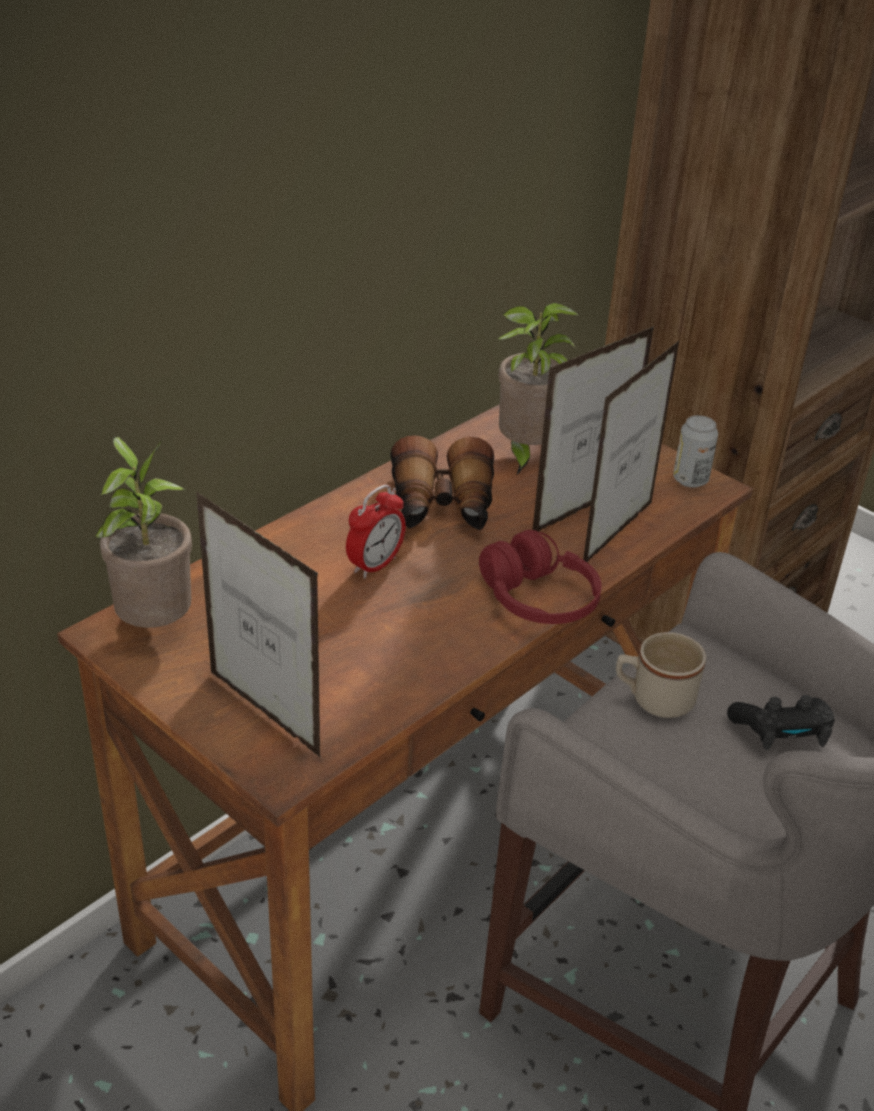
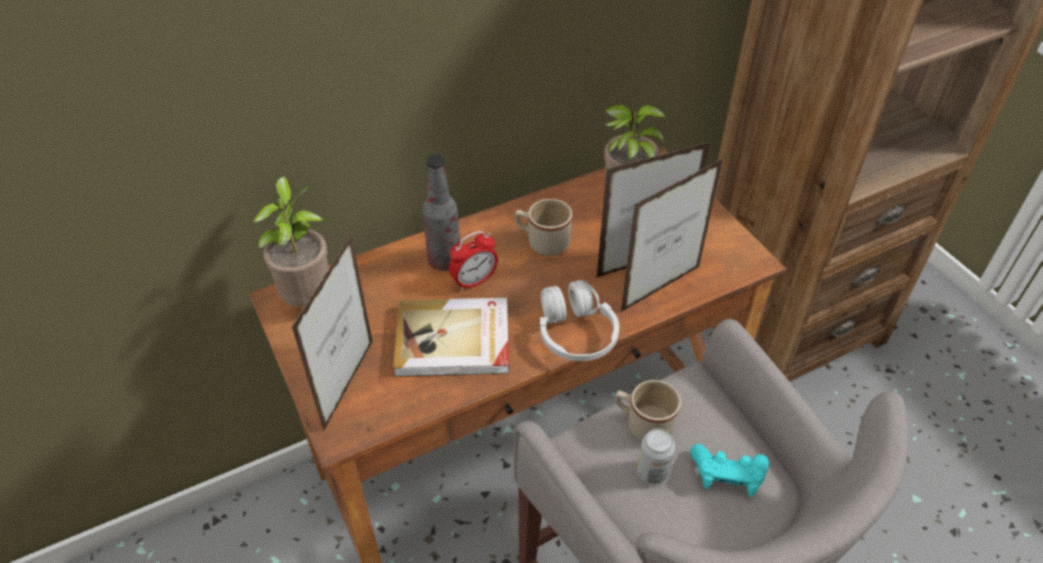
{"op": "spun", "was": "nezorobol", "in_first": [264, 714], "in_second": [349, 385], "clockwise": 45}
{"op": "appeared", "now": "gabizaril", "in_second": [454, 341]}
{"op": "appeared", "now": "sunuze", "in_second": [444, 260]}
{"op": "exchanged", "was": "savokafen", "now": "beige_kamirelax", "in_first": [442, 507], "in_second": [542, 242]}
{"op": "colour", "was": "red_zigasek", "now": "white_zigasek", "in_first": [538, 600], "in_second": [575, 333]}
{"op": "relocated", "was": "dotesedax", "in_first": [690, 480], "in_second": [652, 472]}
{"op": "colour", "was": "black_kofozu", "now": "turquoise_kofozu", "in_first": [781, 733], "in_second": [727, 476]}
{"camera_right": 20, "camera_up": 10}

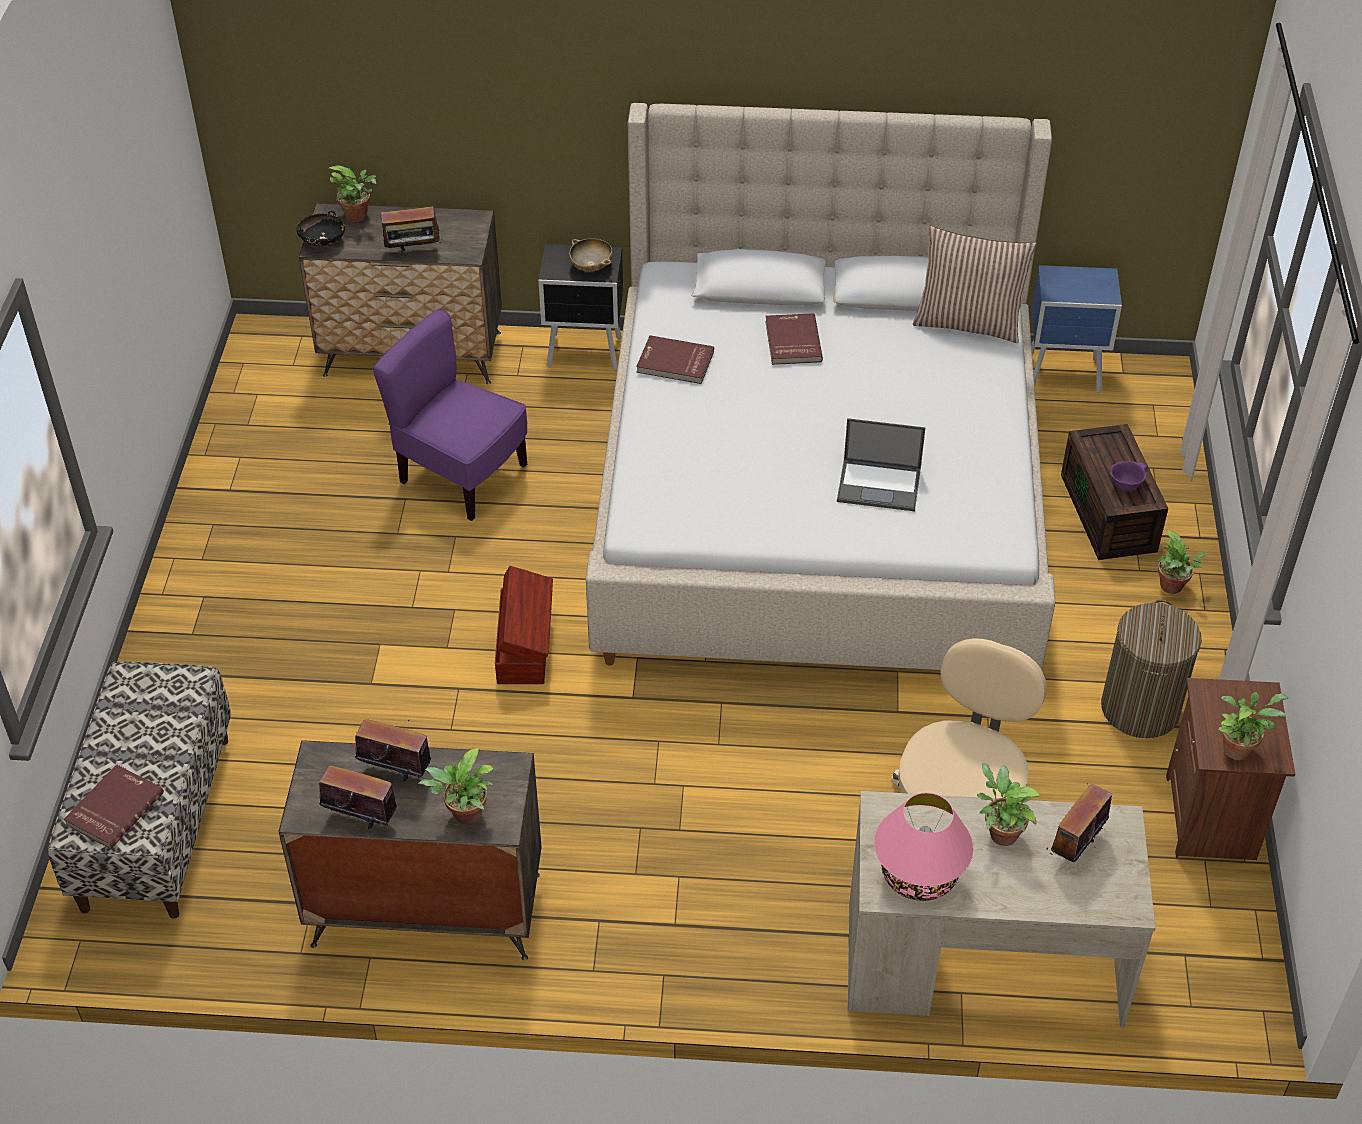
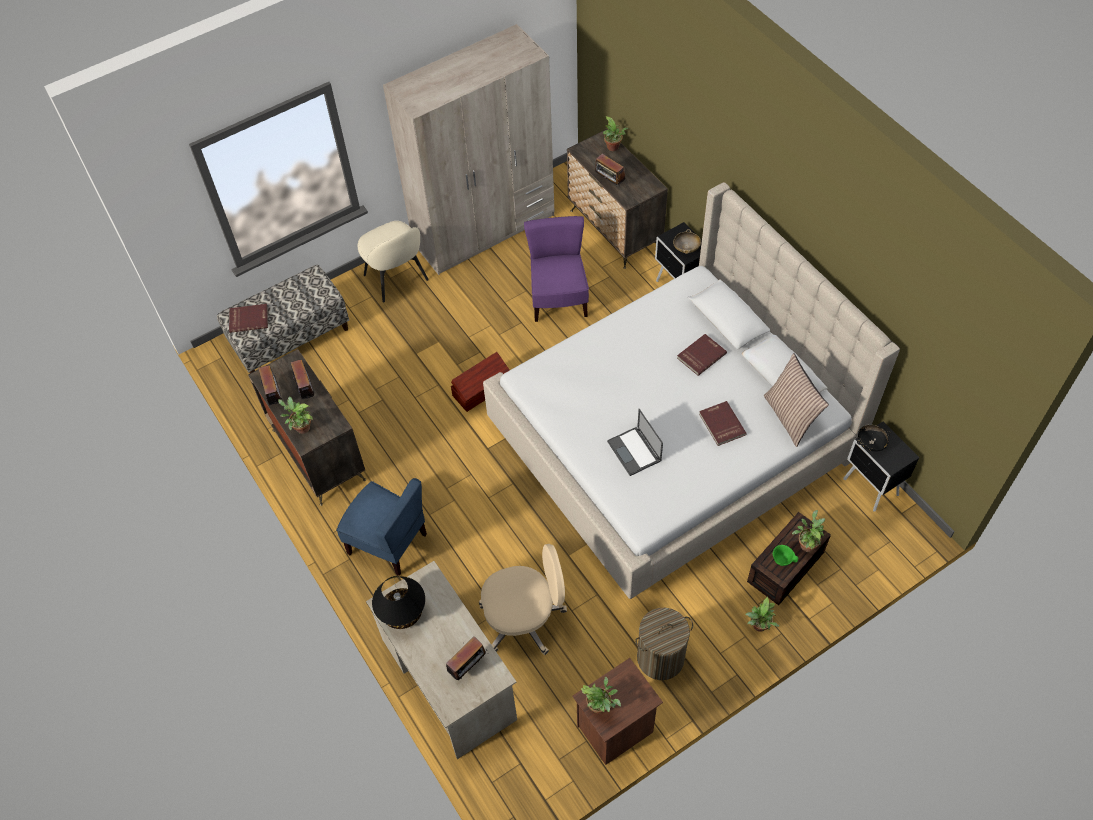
{"op": "appeared", "now": "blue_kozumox", "in_second": [388, 543]}
{"op": "appeared", "now": "beige_kozumox", "in_second": [396, 279]}
{"op": "colour", "was": "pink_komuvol", "now": "black_komuvol", "in_first": [919, 875], "in_second": [402, 612]}
{"op": "appeared", "now": "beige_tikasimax", "in_second": [484, 229]}
{"op": "spun", "was": "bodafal", "in_first": [1075, 846], "in_second": [468, 666], "clockwise": 135}
{"op": "relocated", "was": "red_gabizaril", "in_first": [675, 363], "in_second": [721, 424]}
{"op": "colour", "was": "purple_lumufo", "now": "green_lumufo", "in_first": [1125, 485], "in_second": [782, 560]}
{"op": "relocated", "was": "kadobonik", "in_first": [999, 833], "in_second": [806, 544]}
{"op": "colour", "was": "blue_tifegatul", "now": "black_tifegatul", "in_first": [1065, 375], "in_second": [871, 488]}
{"op": "relocated", "was": "black_lumufo", "in_first": [323, 241], "in_second": [871, 443]}
{"camera_right": 55, "camera_up": 10}

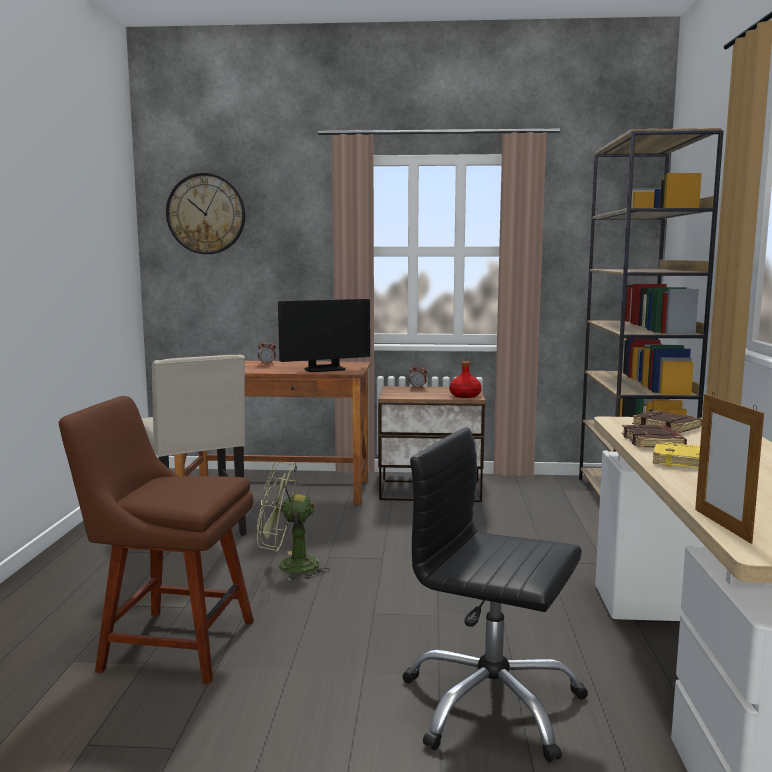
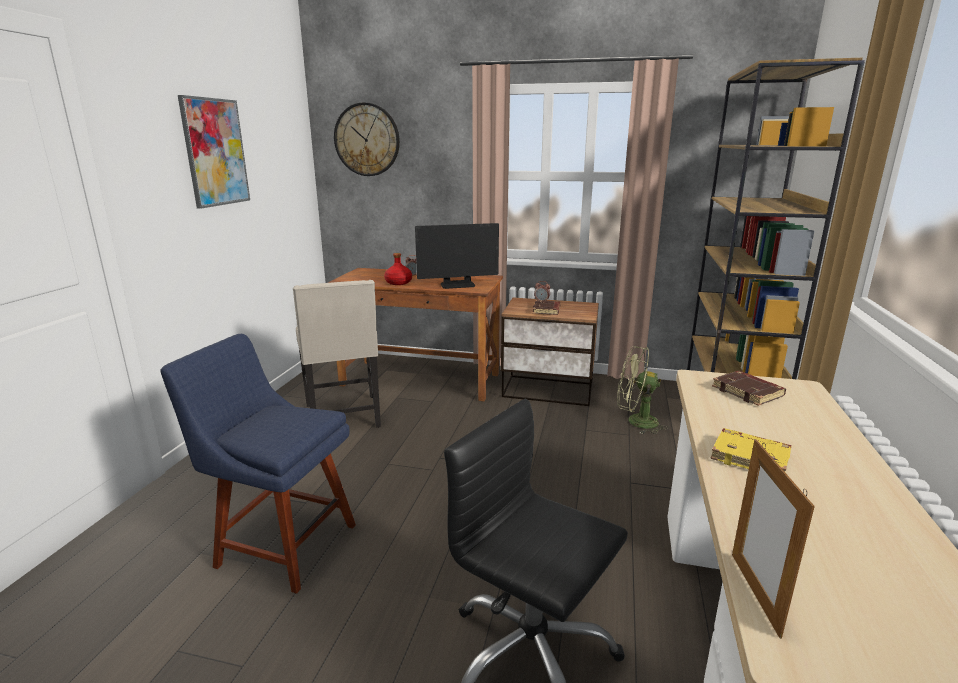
{"op": "colour", "was": "brown_kozumox", "now": "blue_kozumox", "in_first": [171, 644], "in_second": [281, 543]}
{"op": "appeared", "now": "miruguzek", "in_second": [215, 152]}
{"op": "relocated", "was": "red_sunuze", "in_first": [465, 395], "in_second": [398, 282]}
{"op": "relocated", "was": "brown_gabizaril", "in_first": [653, 442], "in_second": [547, 310]}
{"op": "relocated", "was": "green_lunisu", "in_first": [288, 566], "in_second": [635, 422]}
{"camera_right": 10, "camera_up": 10}

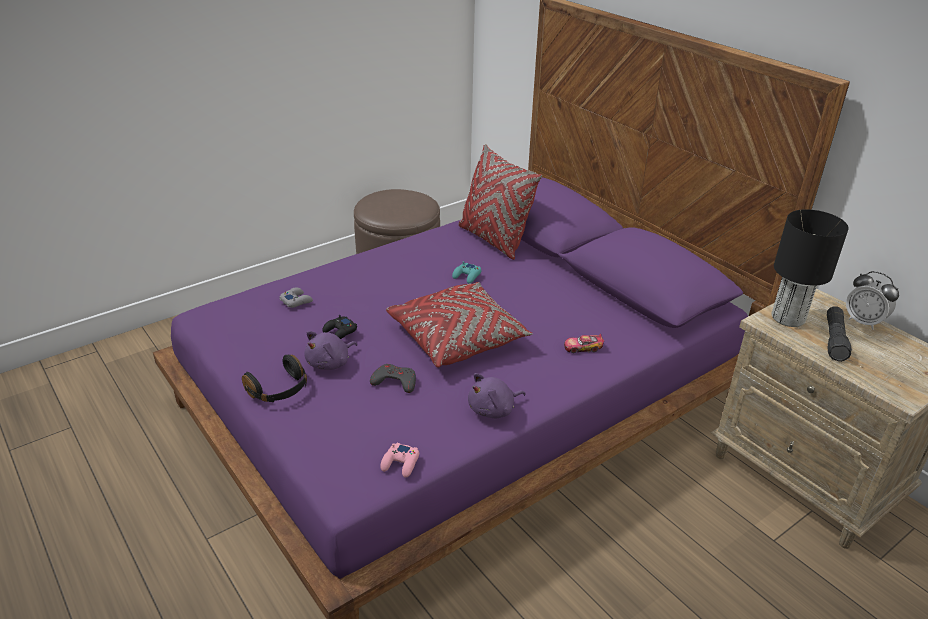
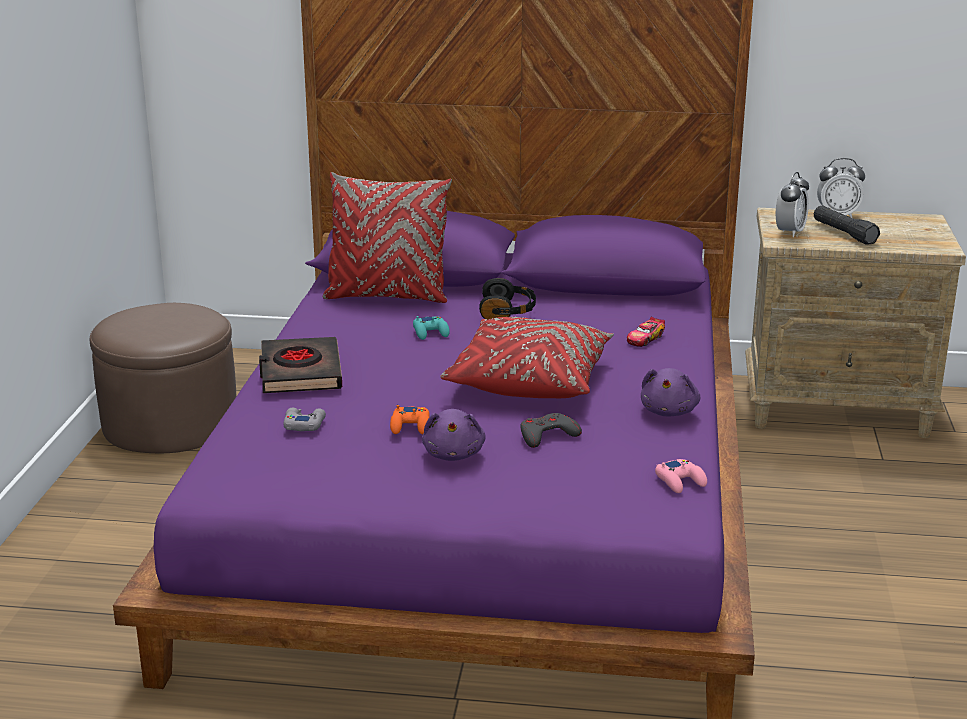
{"op": "appeared", "now": "black_gabizaril", "in_second": [300, 373]}
{"op": "colour", "was": "black_kofozu", "now": "orange_kofozu", "in_first": [340, 332], "in_second": [411, 426]}
{"op": "relocated", "was": "black_zigasek", "in_first": [279, 390], "in_second": [508, 312]}
{"op": "exchanged", "was": "black_komuvol", "now": "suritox", "in_first": [788, 317], "in_second": [789, 232]}
{"camera_right": -45, "camera_up": -10}

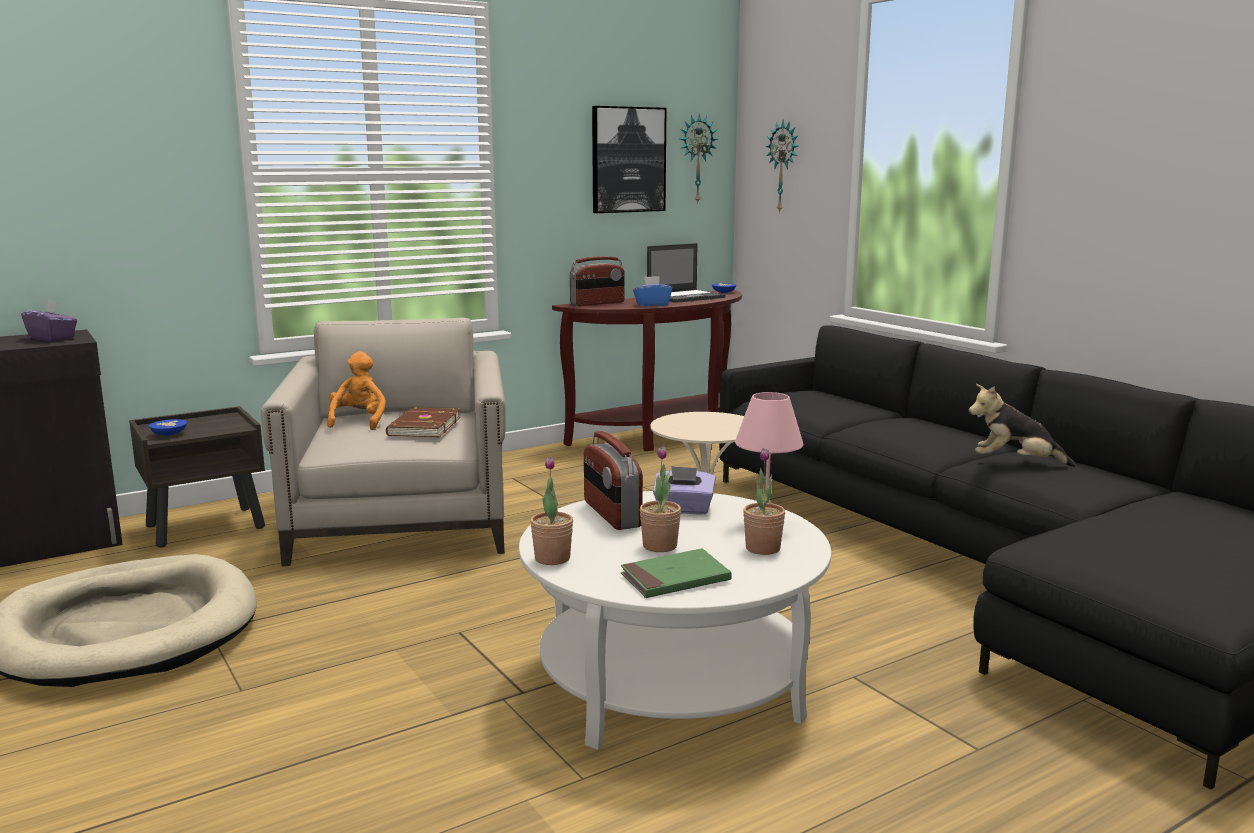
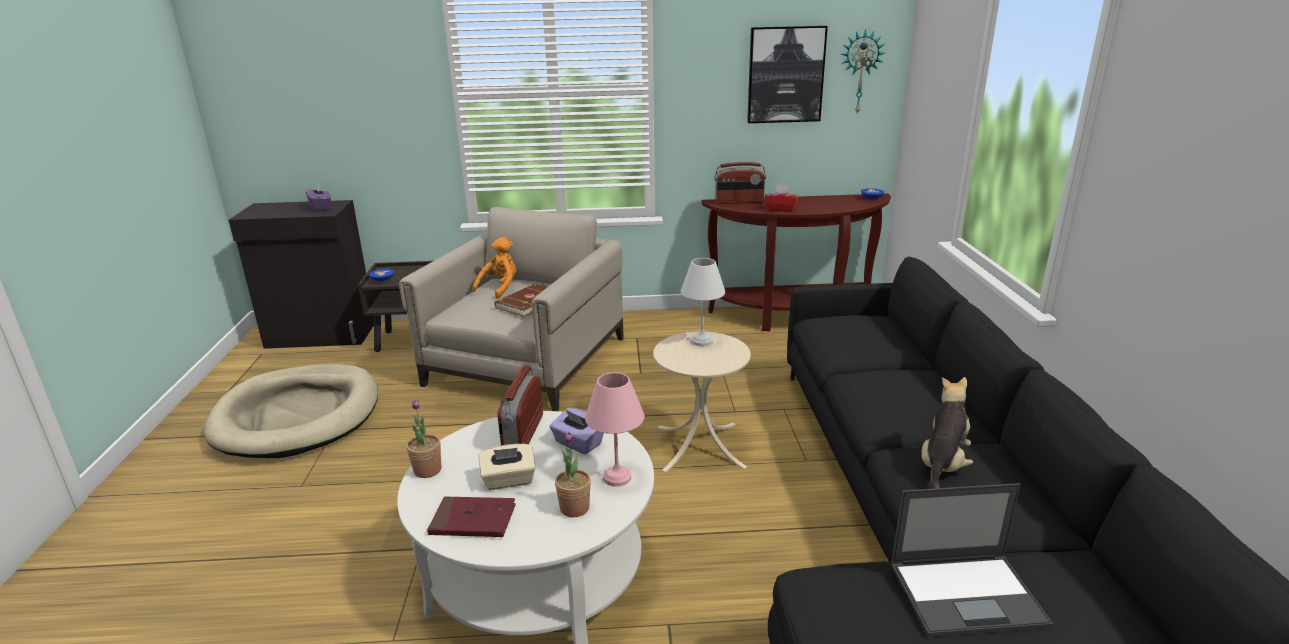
{"op": "colour", "was": "green_gabizaril", "now": "red_gabizaril", "in_first": [675, 578], "in_second": [473, 520]}
{"op": "exchanged", "was": "kadobonik", "now": "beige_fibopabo", "in_first": [660, 546], "in_second": [509, 480]}
{"op": "appeared", "now": "white_komuvol", "in_second": [701, 341]}
{"op": "colour", "was": "blue_fibopabo", "now": "red_fibopabo", "in_first": [652, 304], "in_second": [781, 209]}
{"op": "relocated", "was": "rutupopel", "in_first": [686, 297], "in_second": [968, 594]}
{"op": "spun", "was": "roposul", "in_first": [1015, 463], "in_second": [942, 465], "clockwise": 75}
{"op": "missing", "was": "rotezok", "in_first": [784, 166]}
{"camera_right": 30, "camera_up": 10}

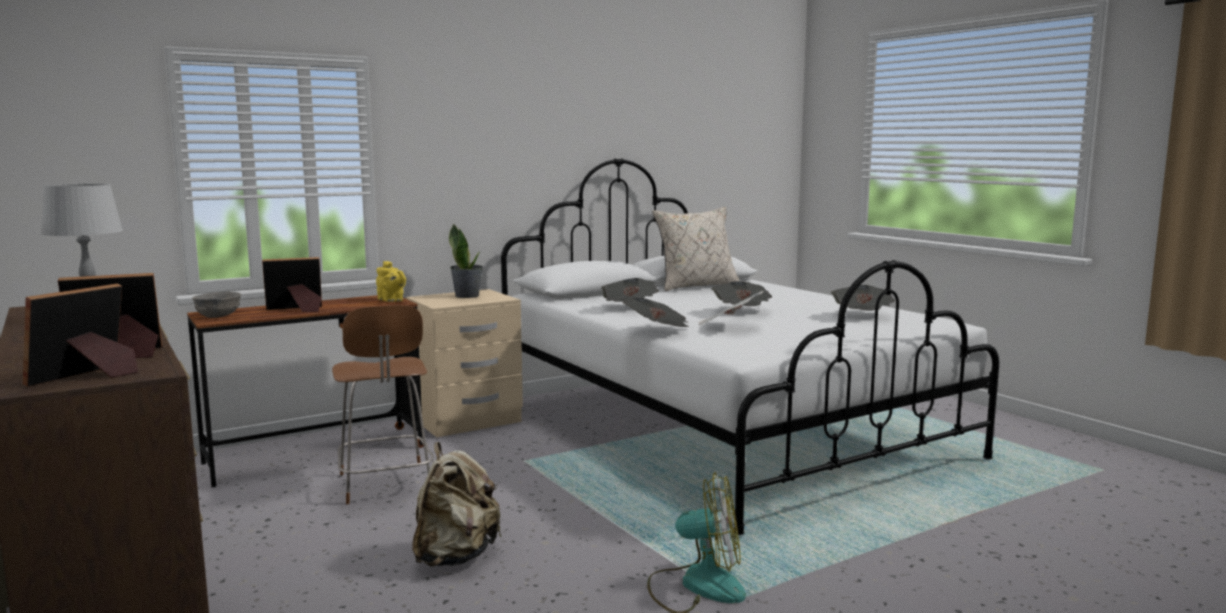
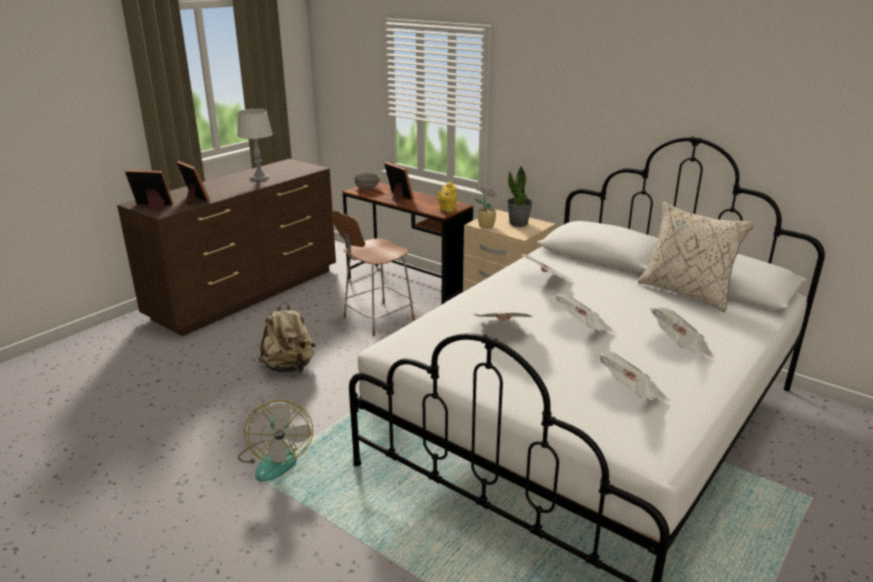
{"op": "appeared", "now": "kadobonik", "in_second": [485, 226]}
{"op": "relocated", "was": "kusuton", "in_first": [658, 331], "in_second": [680, 347]}
{"camera_right": 70, "camera_up": 15}

